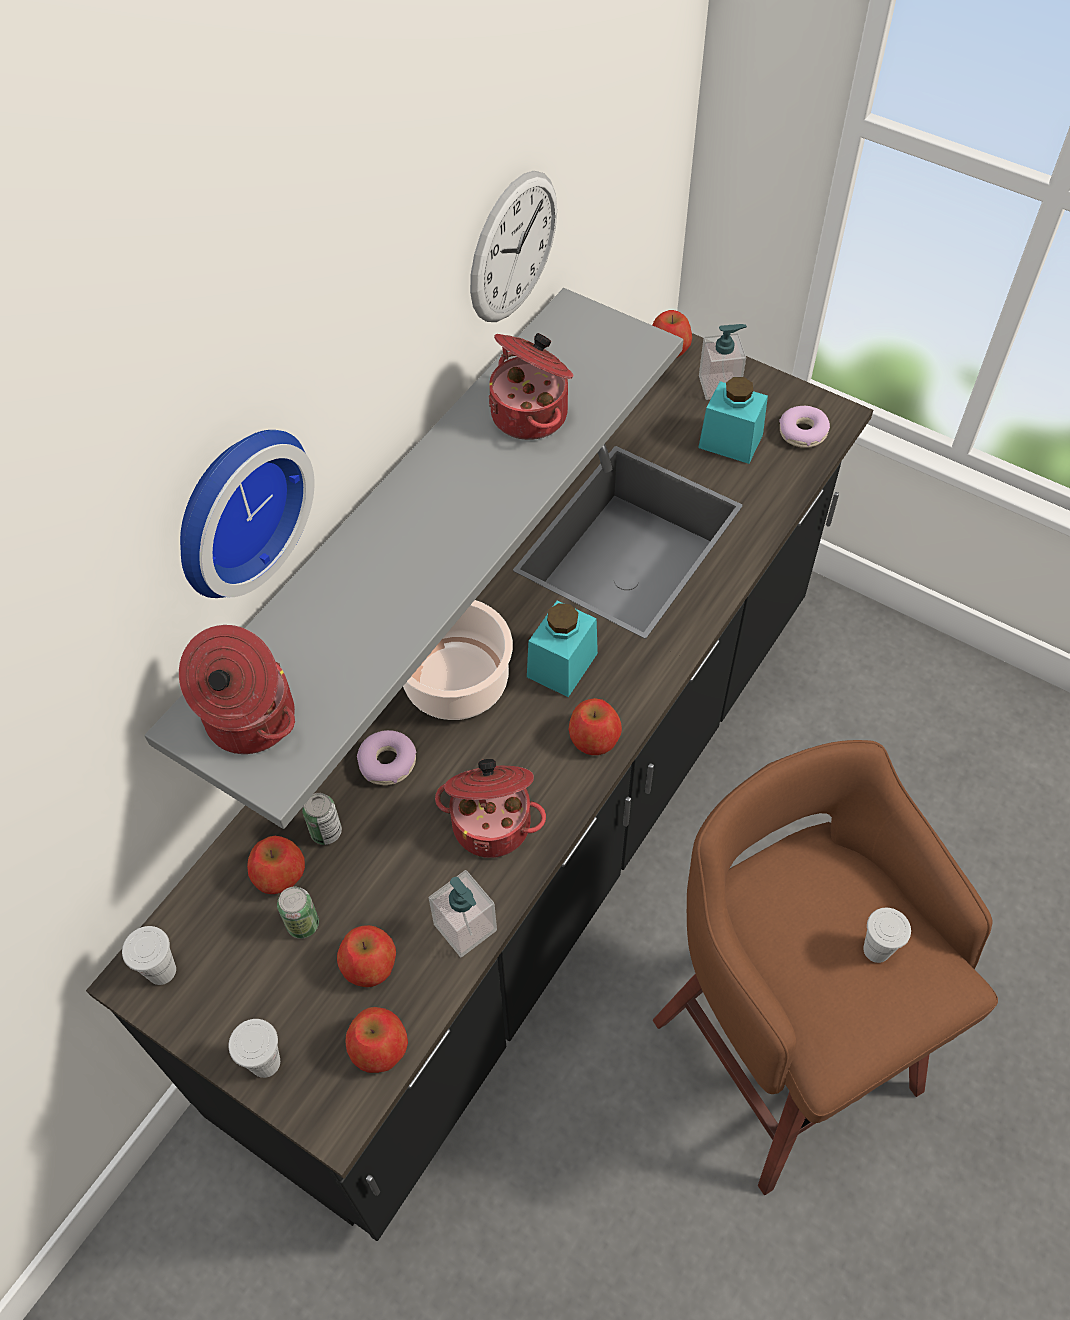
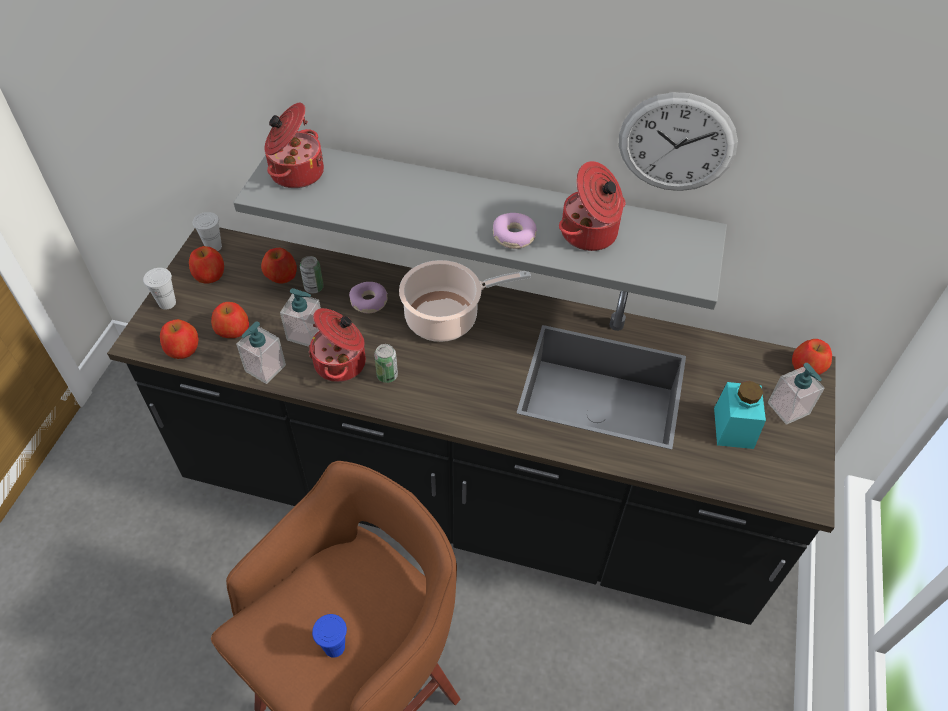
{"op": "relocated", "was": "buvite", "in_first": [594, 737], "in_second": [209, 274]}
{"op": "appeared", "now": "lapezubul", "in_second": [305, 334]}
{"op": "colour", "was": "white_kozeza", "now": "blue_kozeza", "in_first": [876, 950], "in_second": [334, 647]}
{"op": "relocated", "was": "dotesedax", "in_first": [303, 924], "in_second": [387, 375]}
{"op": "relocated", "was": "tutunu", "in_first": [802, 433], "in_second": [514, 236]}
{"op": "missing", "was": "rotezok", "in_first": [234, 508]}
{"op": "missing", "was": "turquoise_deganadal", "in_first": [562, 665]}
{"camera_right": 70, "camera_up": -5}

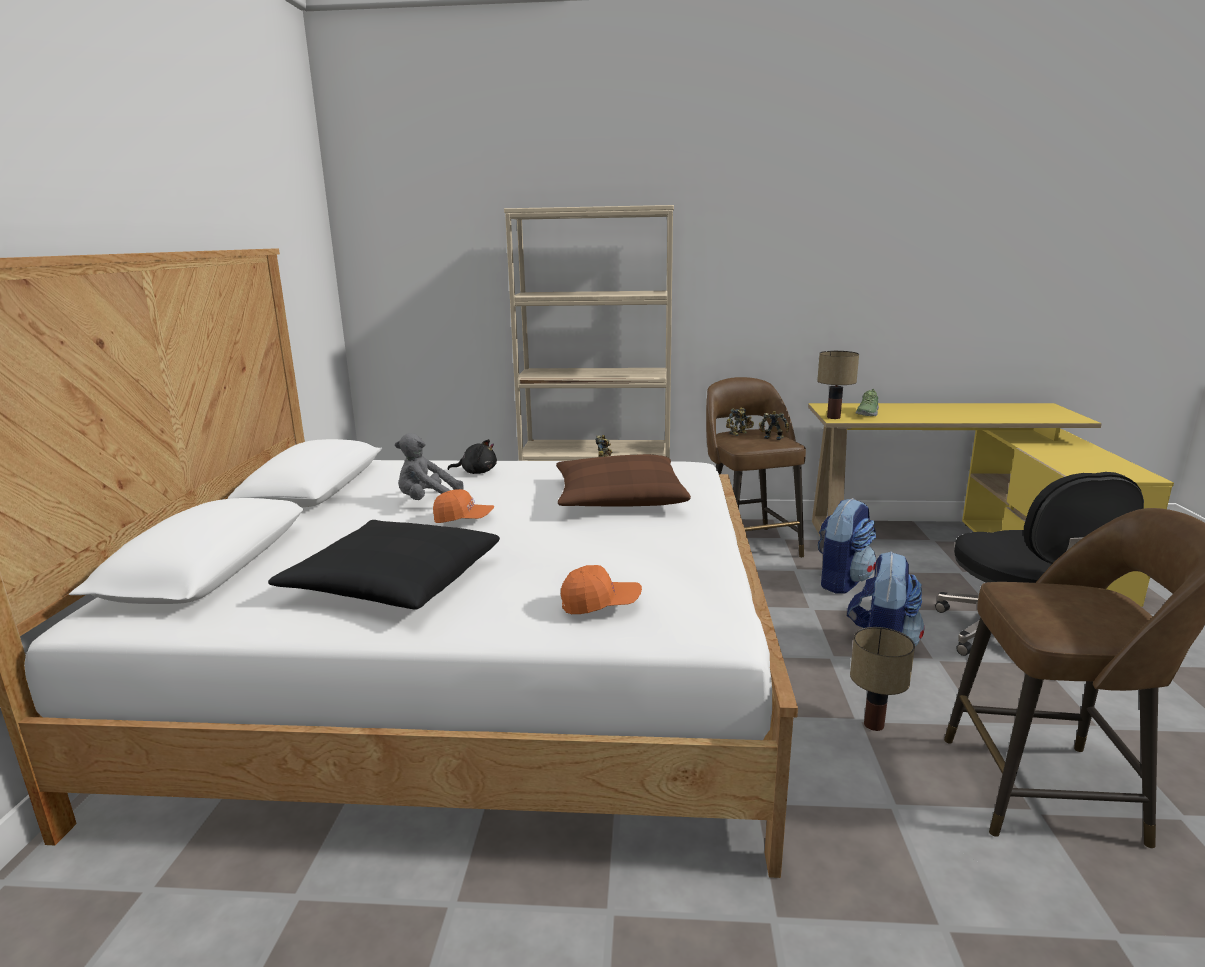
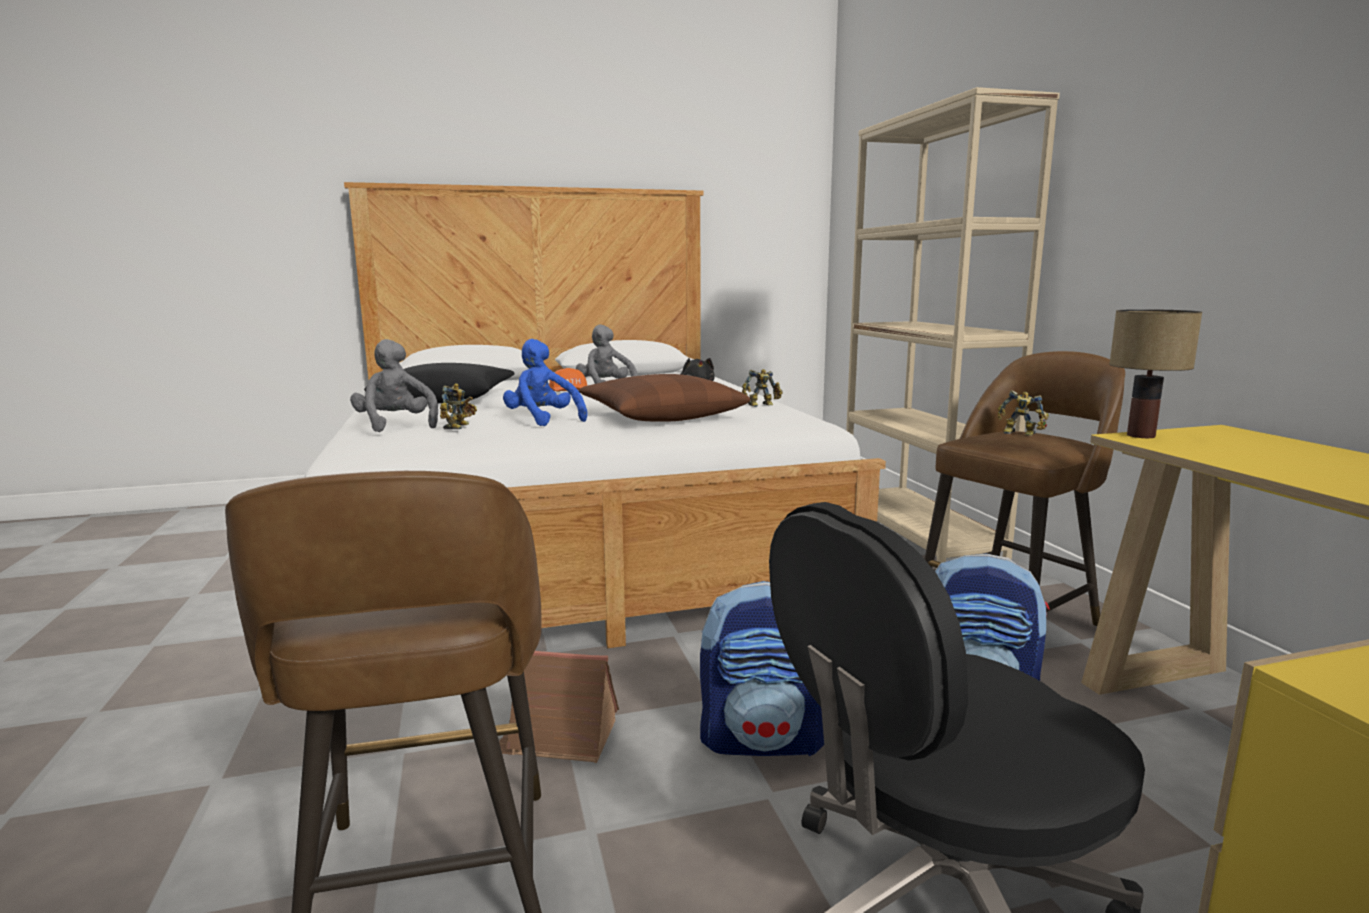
{"op": "exchanged", "was": "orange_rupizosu", "now": "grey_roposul", "in_first": [600, 604], "in_second": [396, 425]}
{"op": "relocated", "was": "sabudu", "in_first": [773, 437], "in_second": [459, 426]}
{"op": "exchanged", "was": "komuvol", "now": "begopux", "in_first": [875, 725], "in_second": [558, 737]}
{"op": "appeared", "now": "blue_roposul", "in_second": [543, 420]}
{"op": "missing", "was": "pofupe", "in_first": [867, 413]}
{"camera_right": 70, "camera_up": -5}

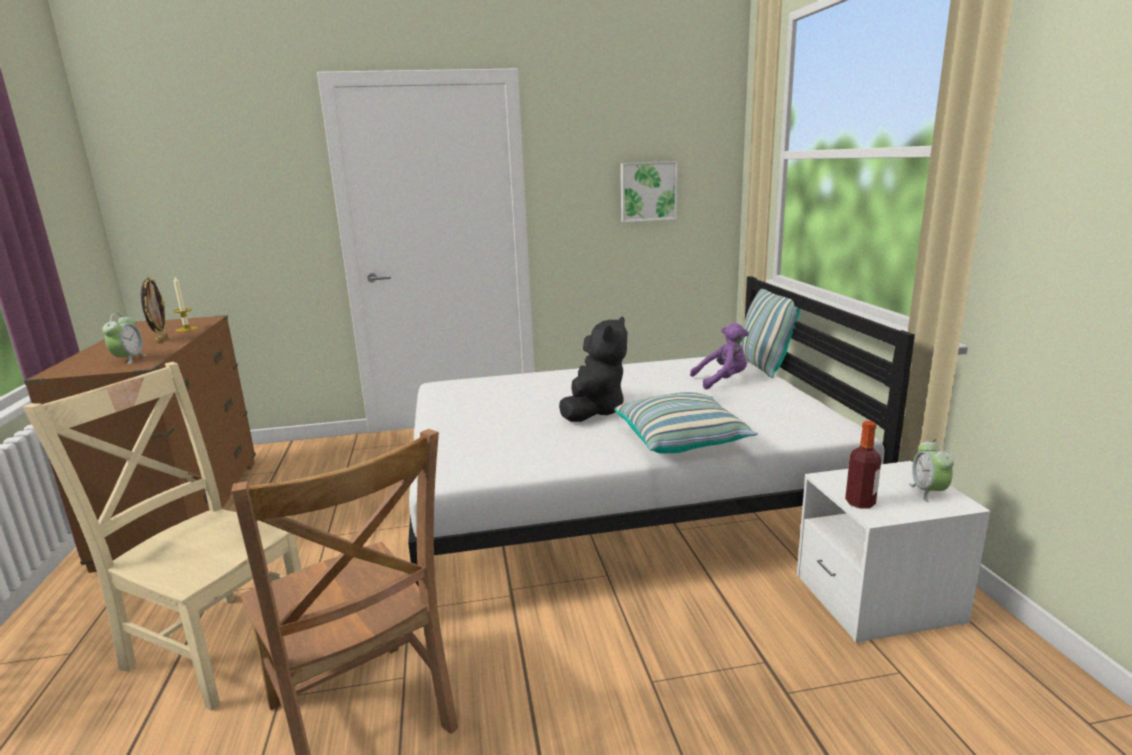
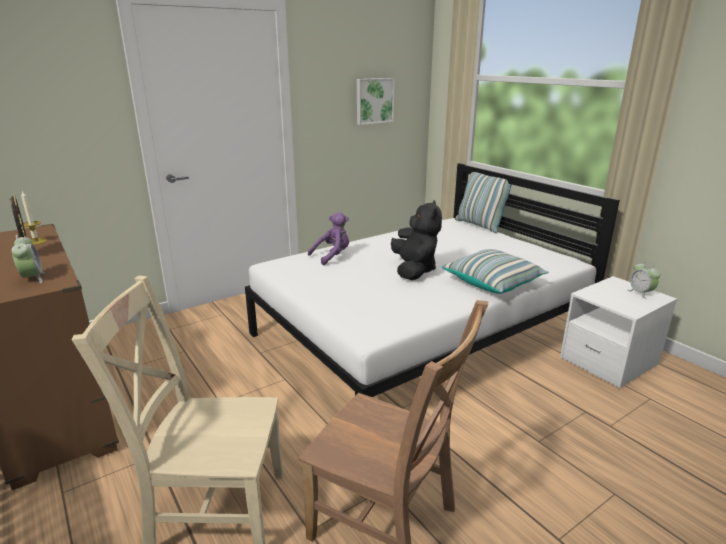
{"op": "relocated", "was": "purple_roposul", "in_first": [722, 381], "in_second": [332, 256]}
{"op": "missing", "was": "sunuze", "in_first": [860, 503]}
{"camera_right": -25, "camera_up": 5}

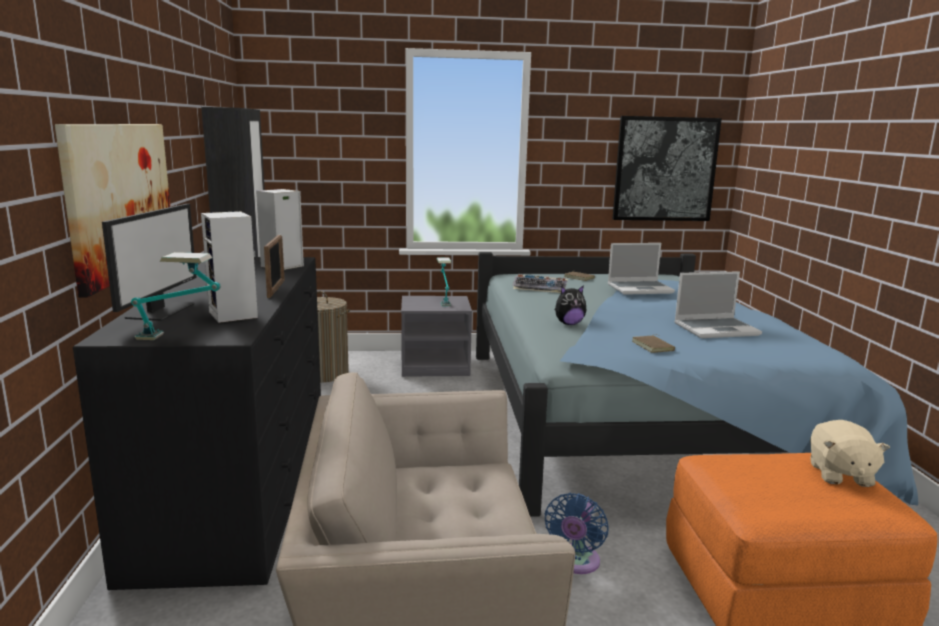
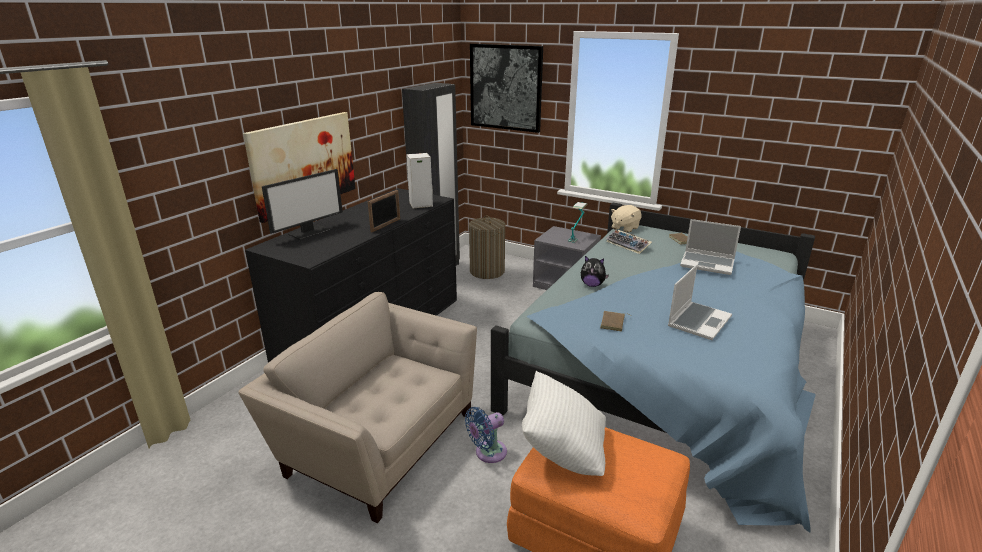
{"op": "relocated", "was": "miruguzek", "in_first": [665, 169], "in_second": [505, 87]}
{"op": "appeared", "now": "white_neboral", "in_second": [563, 450]}
{"op": "relocated", "was": "beige_roposul", "in_first": [840, 474], "in_second": [624, 228]}
{"op": "spun", "was": "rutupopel", "in_first": [716, 329], "in_second": [698, 321], "clockwise": -75}
{"op": "missing", "was": "komuvol", "in_first": [180, 338]}
{"op": "missing", "was": "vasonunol", "in_first": [235, 315]}
{"camera_right": 35, "camera_up": 10}

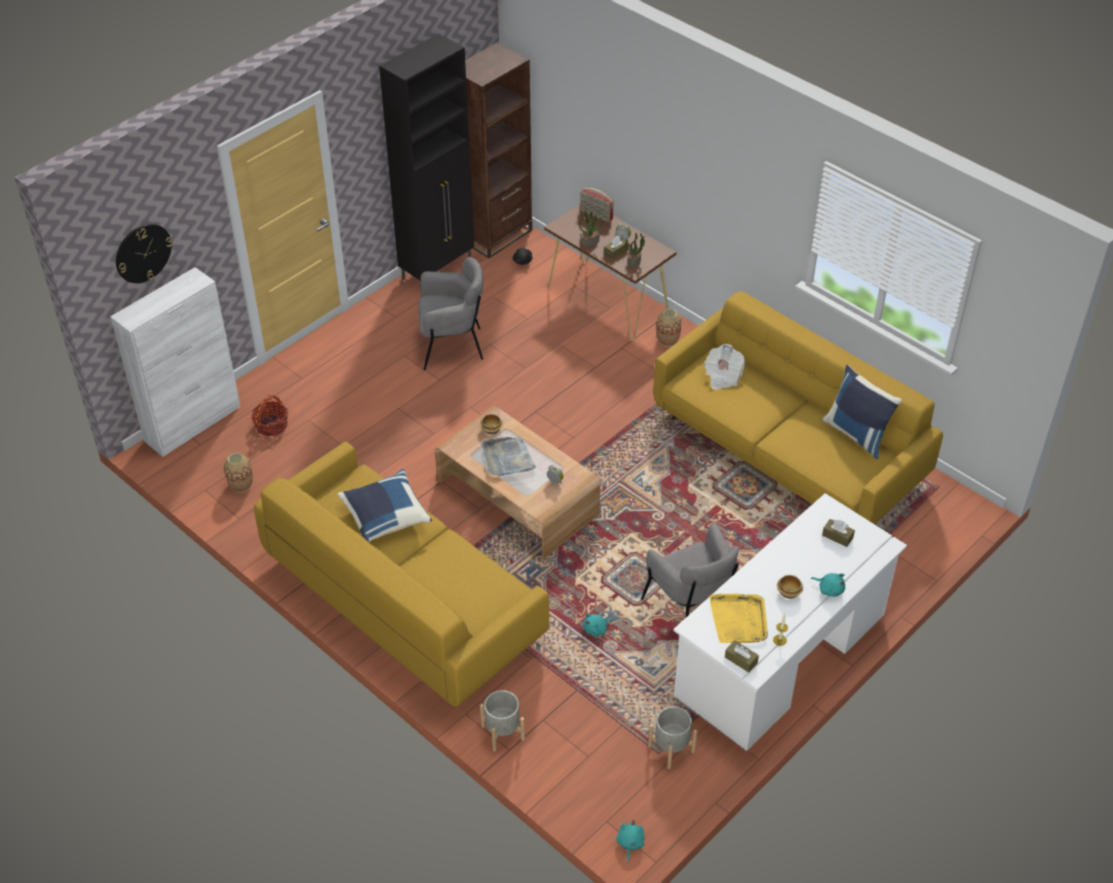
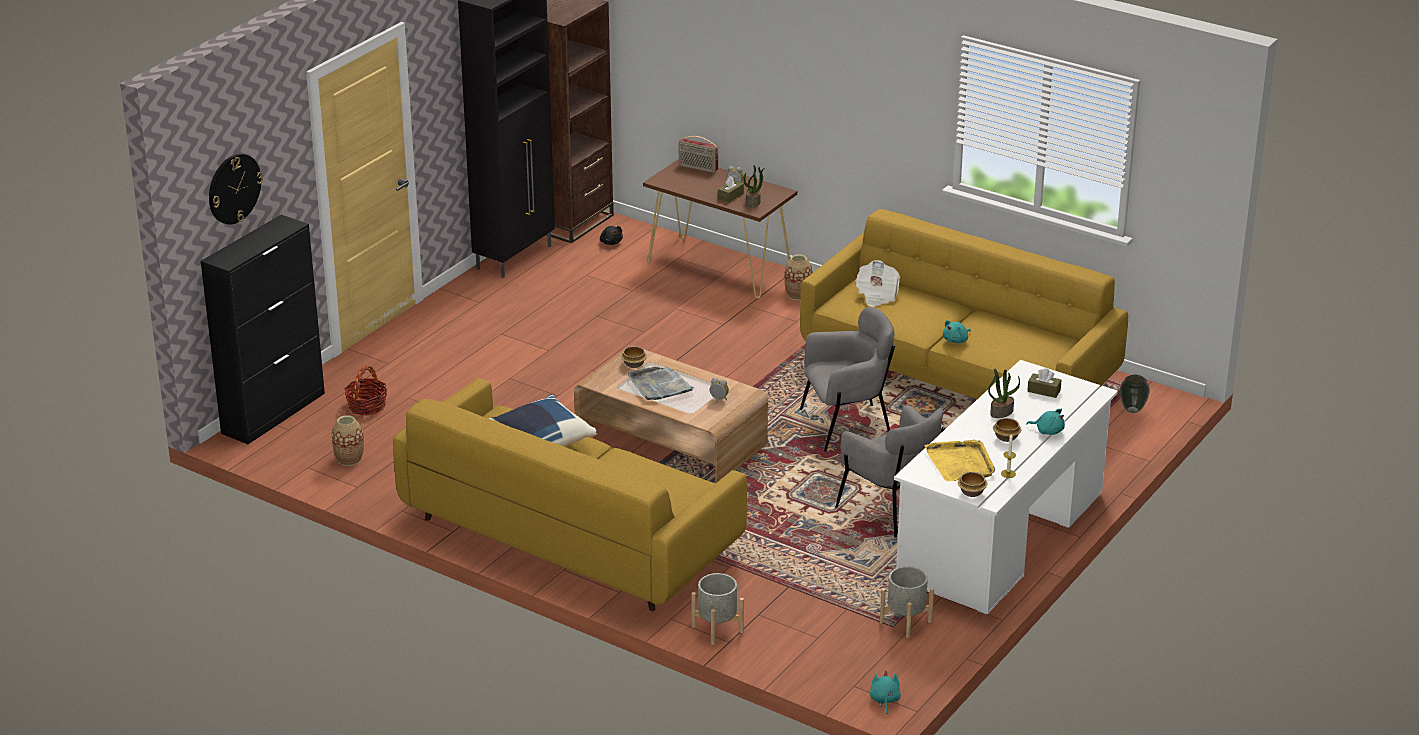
{"op": "colour", "was": "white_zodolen", "now": "black_zodolen", "in_first": [193, 423], "in_second": [274, 413]}
{"op": "relocated", "was": "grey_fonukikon", "in_first": [452, 346], "in_second": [846, 425]}
{"op": "relocated", "was": "turquoise_roposul", "in_first": [596, 629], "in_second": [956, 340]}
{"op": "exchanged", "was": "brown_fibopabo", "now": "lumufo", "in_first": [741, 660], "in_second": [972, 492]}
{"op": "relocated", "was": "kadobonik", "in_first": [590, 241], "in_second": [1001, 412]}
{"op": "appeared", "now": "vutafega", "in_second": [1132, 410]}
{"op": "missing", "was": "blue_neboral", "in_first": [857, 434]}
{"camera_right": -10, "camera_up": -15}

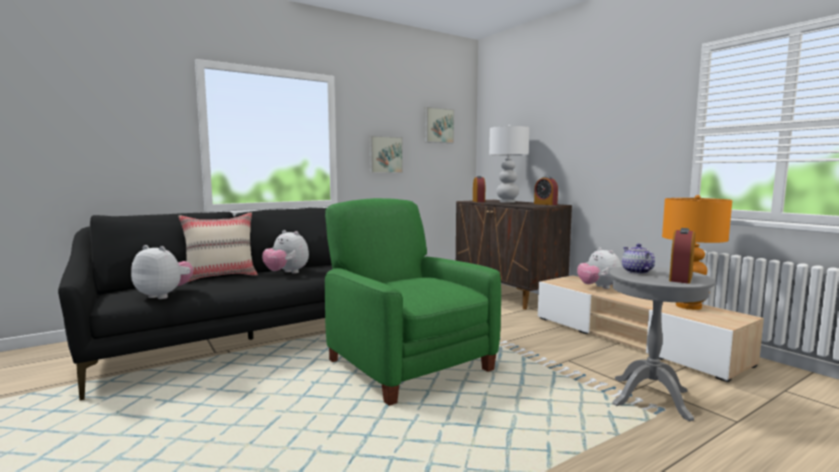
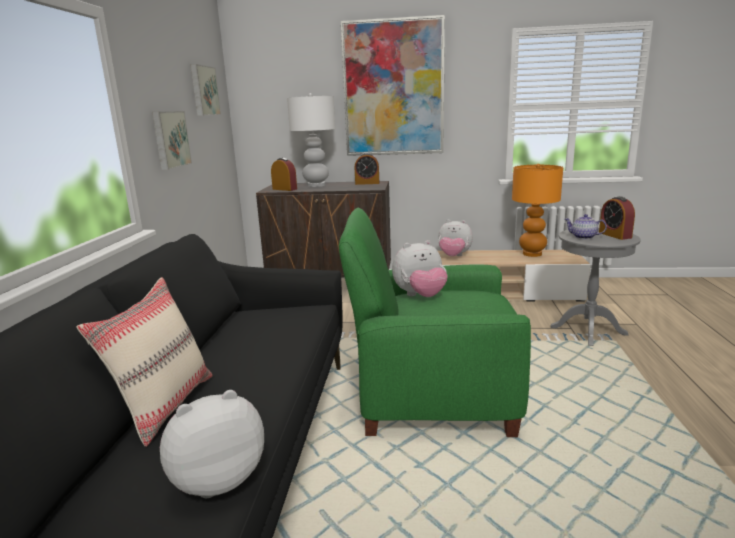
{"op": "appeared", "now": "miruguzek", "in_second": [393, 89]}
{"op": "relocated", "was": "roposul", "in_first": [286, 273], "in_second": [420, 296]}
{"camera_right": -50, "camera_up": 10}

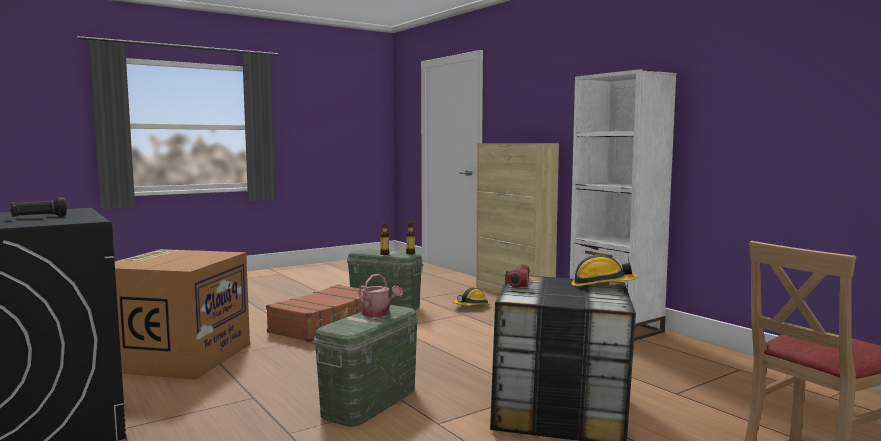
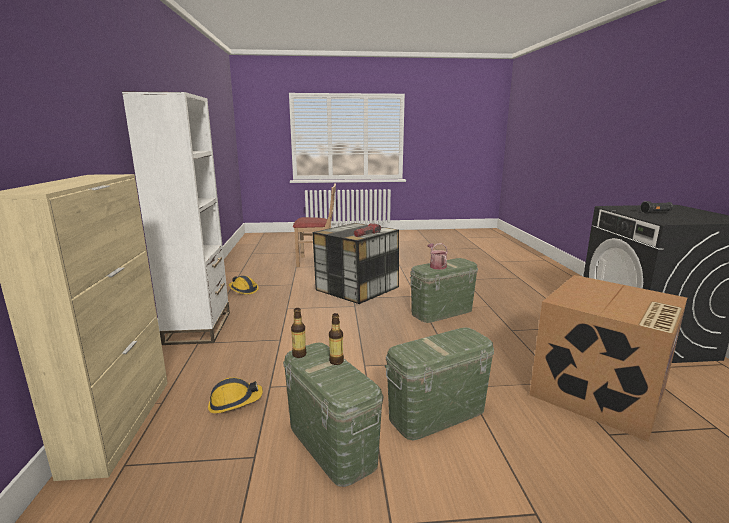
{"op": "relocated", "was": "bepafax", "in_first": [602, 285], "in_second": [243, 290]}
{"op": "exchanged", "was": "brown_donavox", "now": "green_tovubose", "in_first": [326, 324], "in_second": [437, 414]}
{"camera_right": -150, "camera_up": 10}

